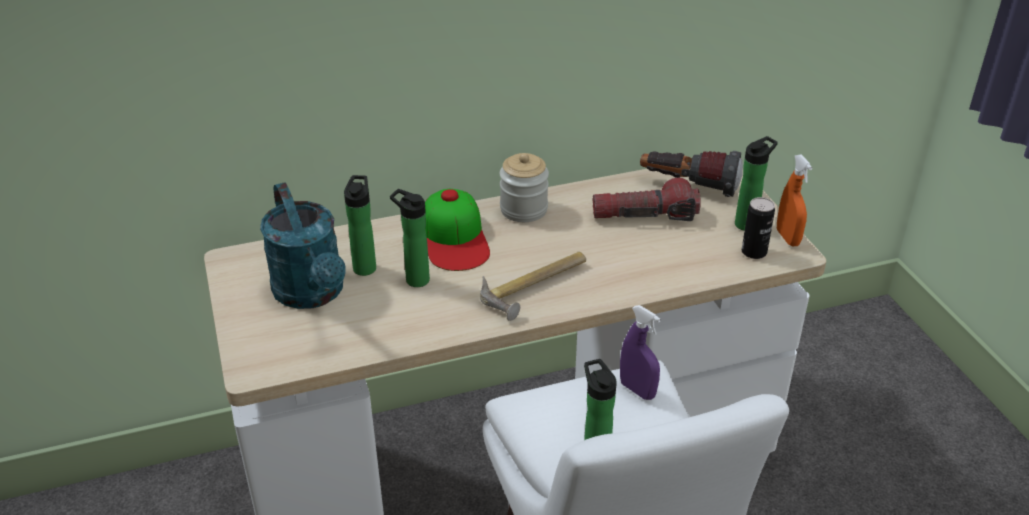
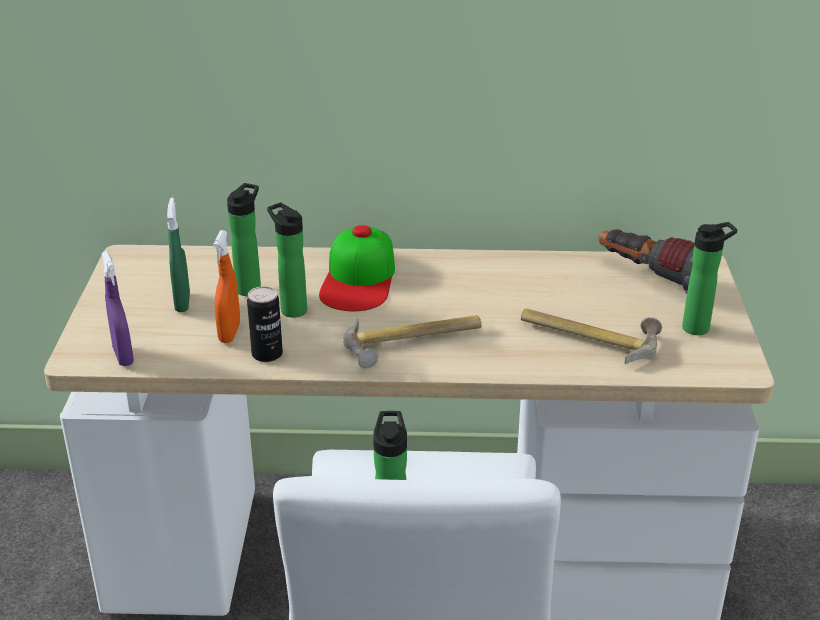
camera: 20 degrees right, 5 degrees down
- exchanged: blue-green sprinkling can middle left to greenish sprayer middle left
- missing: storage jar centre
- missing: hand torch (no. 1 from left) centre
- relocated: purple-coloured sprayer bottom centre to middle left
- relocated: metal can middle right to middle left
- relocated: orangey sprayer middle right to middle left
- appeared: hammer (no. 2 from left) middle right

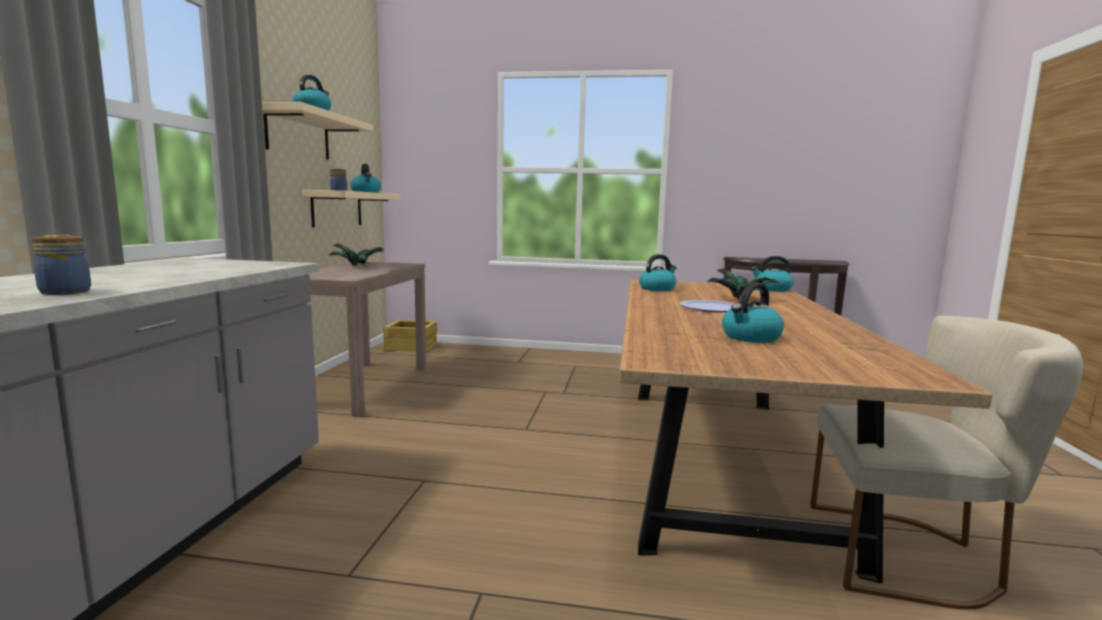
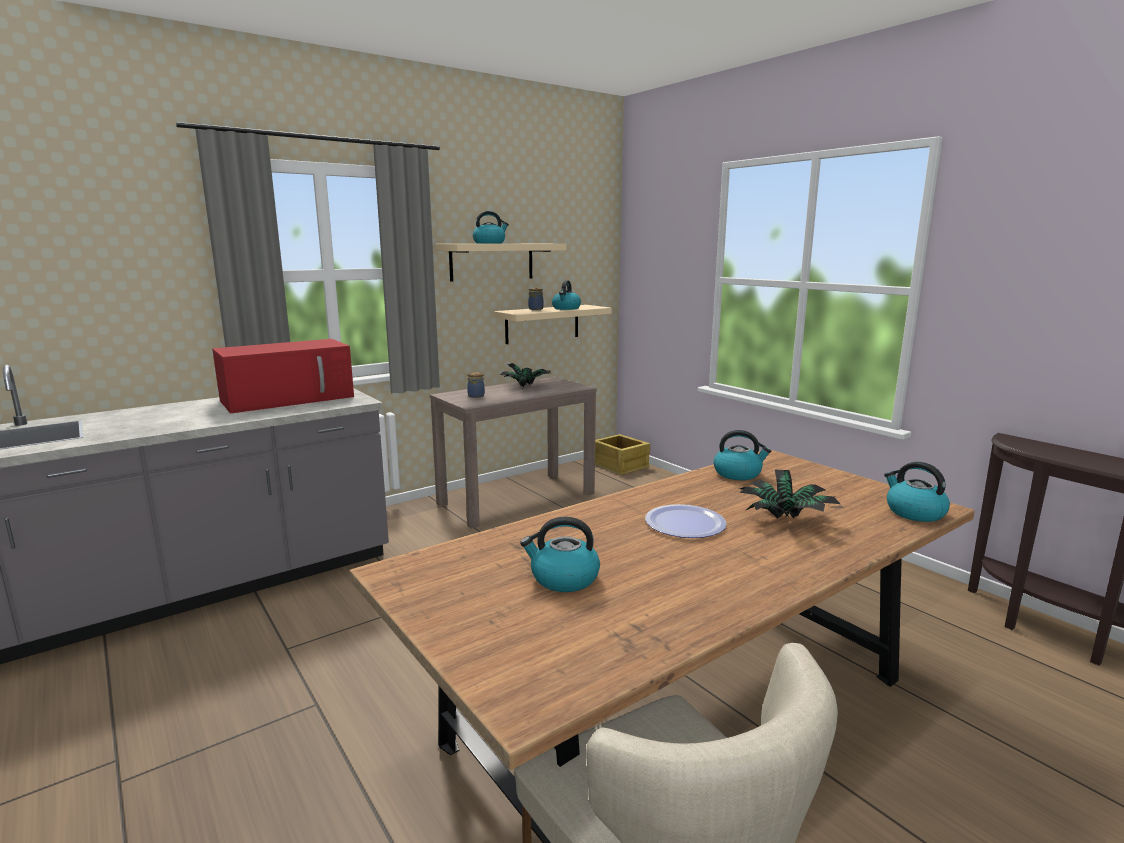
camera: 45 degrees right, 5 degrees up
- relocated: storage jar (no. 1 from left) middle left to centre
- appeared: red-coloured kitchen microwave middle left

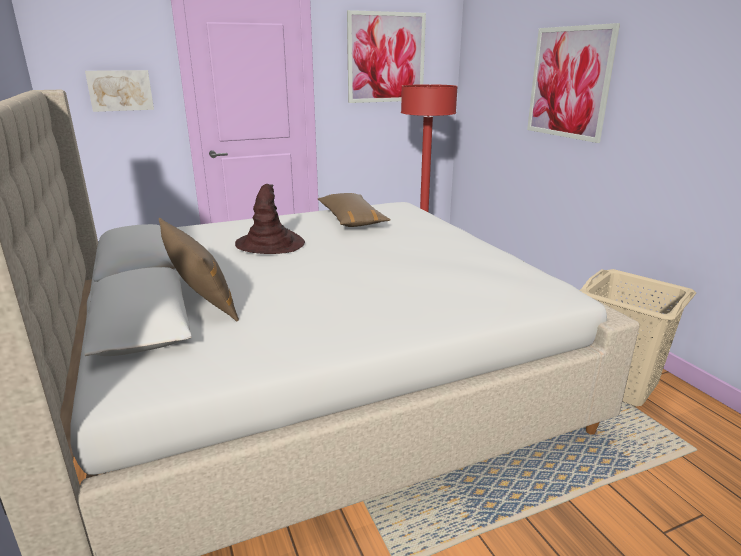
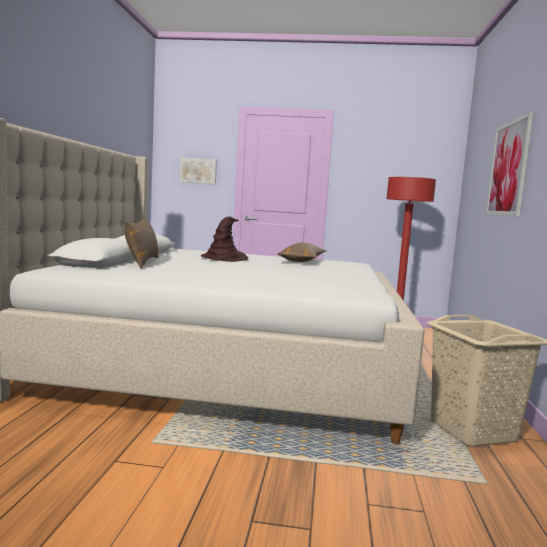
camera: 30 degrees right, 15 degrees down
- missing: picture (no. 2 from left) top centre

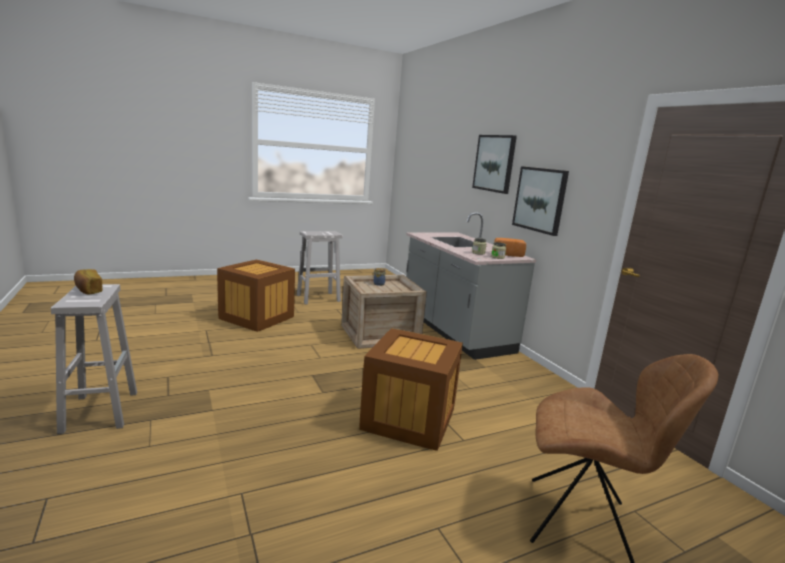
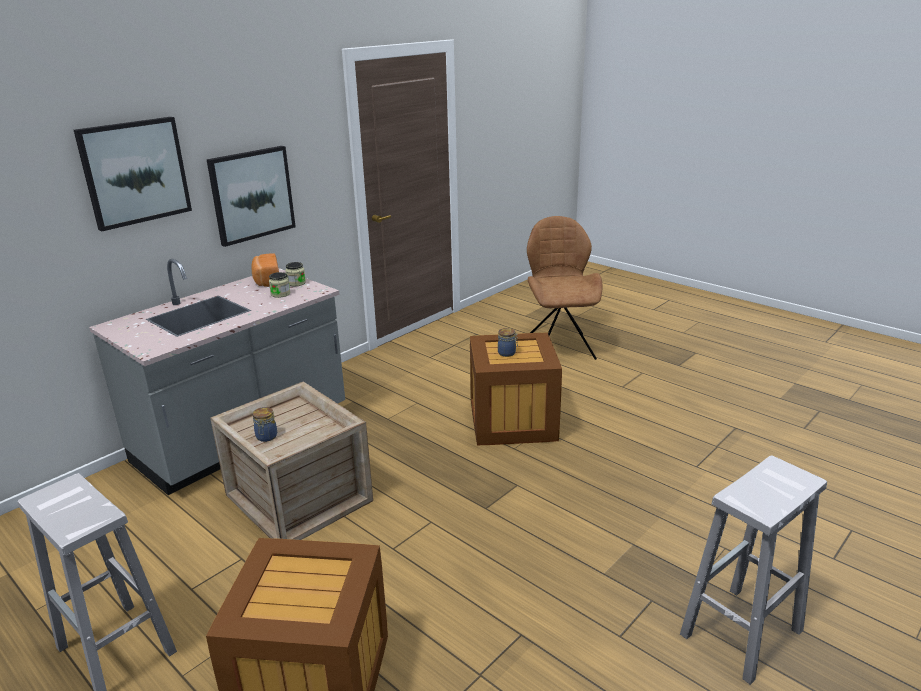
camera: 110 degrees left, 10 degrees up
- missing: bakery bread (no. 1 from left) middle left
- appeared: storage jar (no. 4 from left) centre

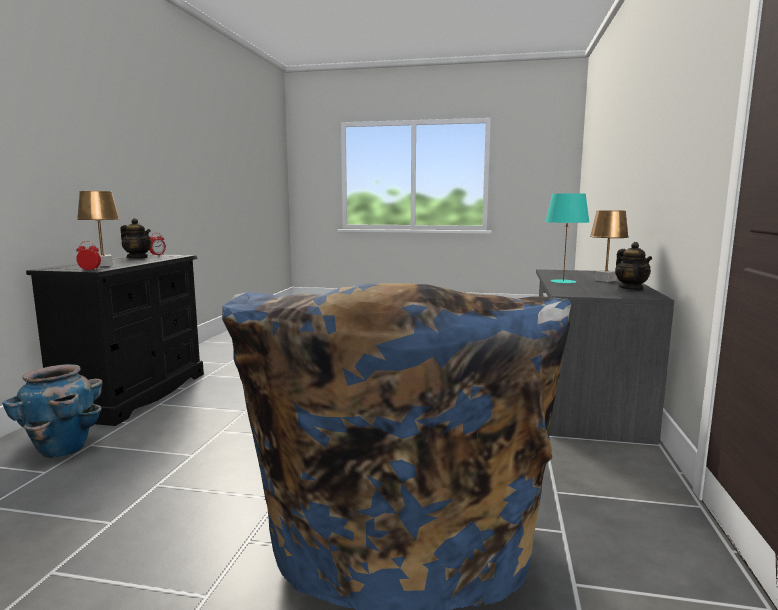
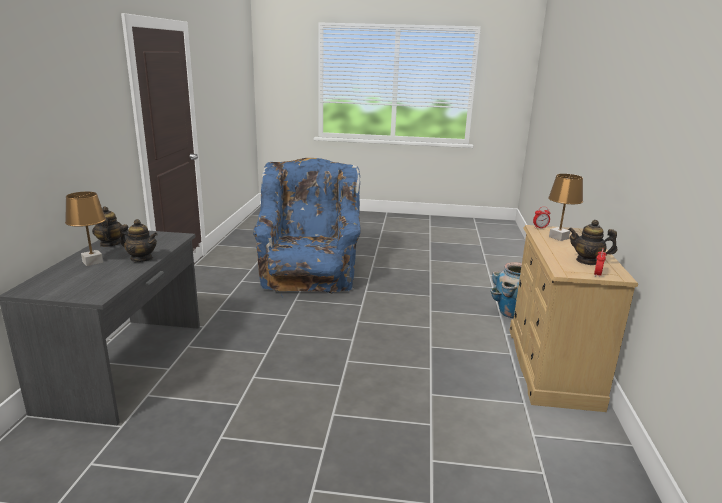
camera: 175 degrees right, 10 degrees up
- colour: blackish dresser middle left to beige dresser middle right
- exchanged: blue-green tabletop lamp middle right to tea pot (no. 2 from left) middle left

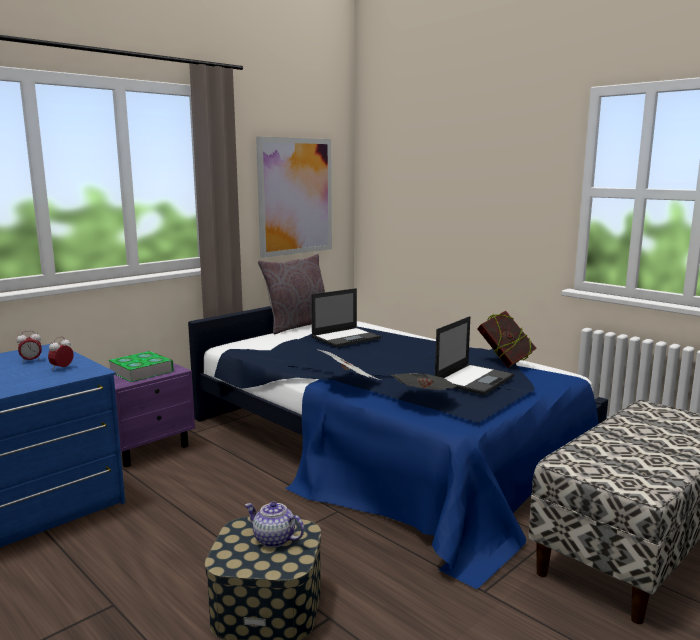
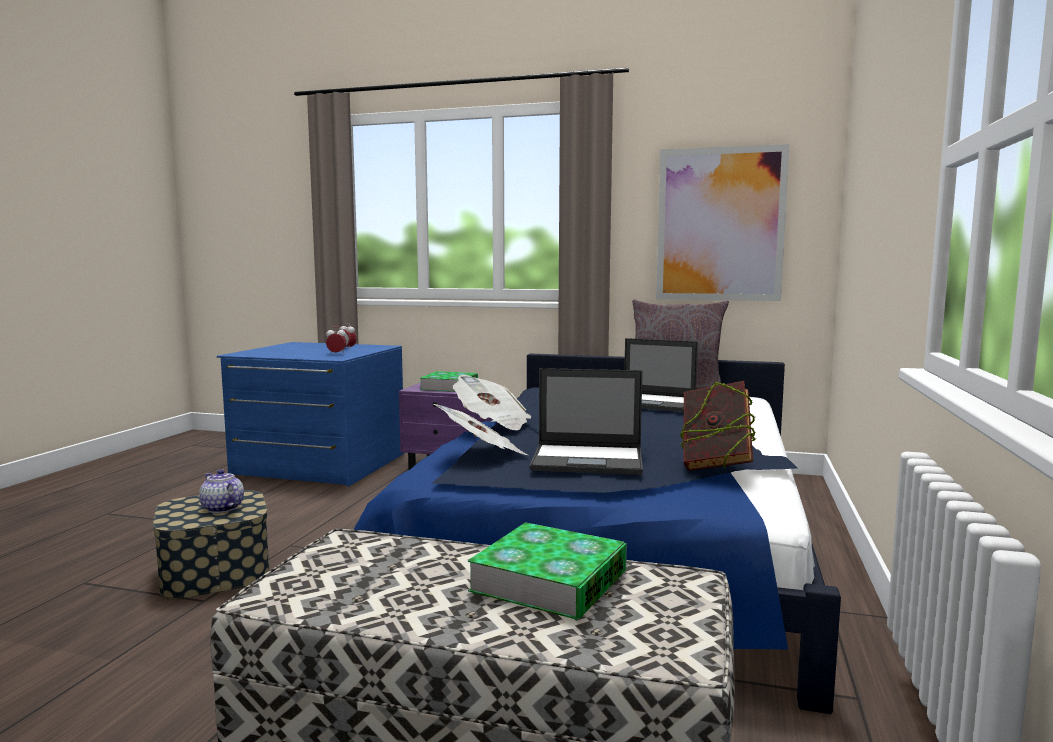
camera: 60 degrees right, 5 degrees down
- spun: tea pot bottom centre = middle left 45 degrees counterclockwise
- appeared: volume (no. 2 from left) bottom centre

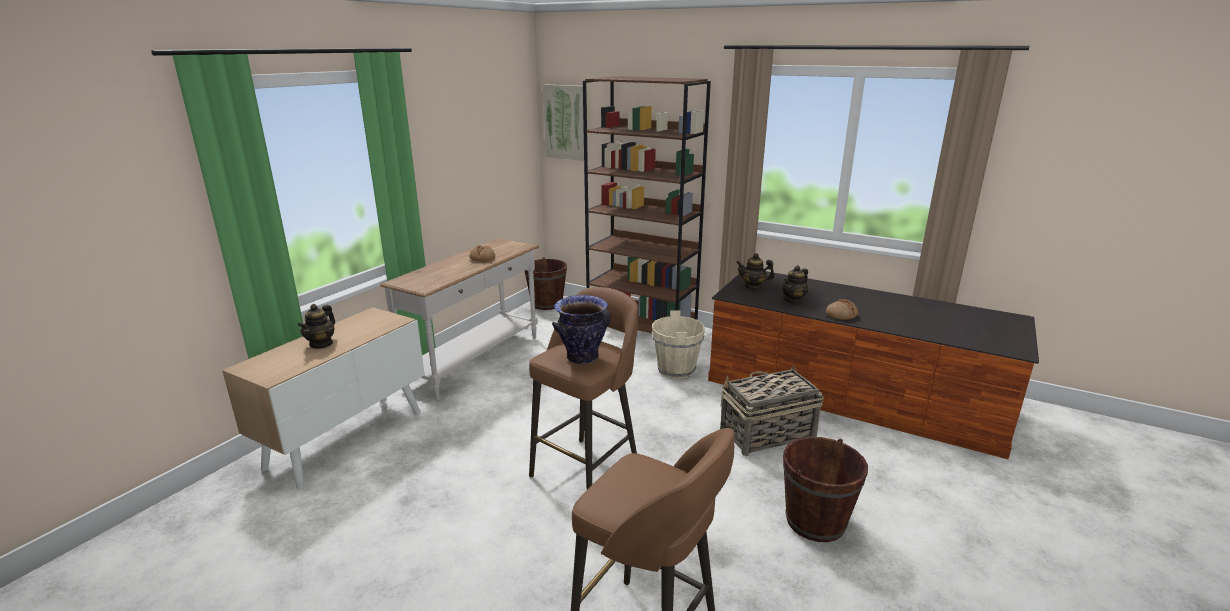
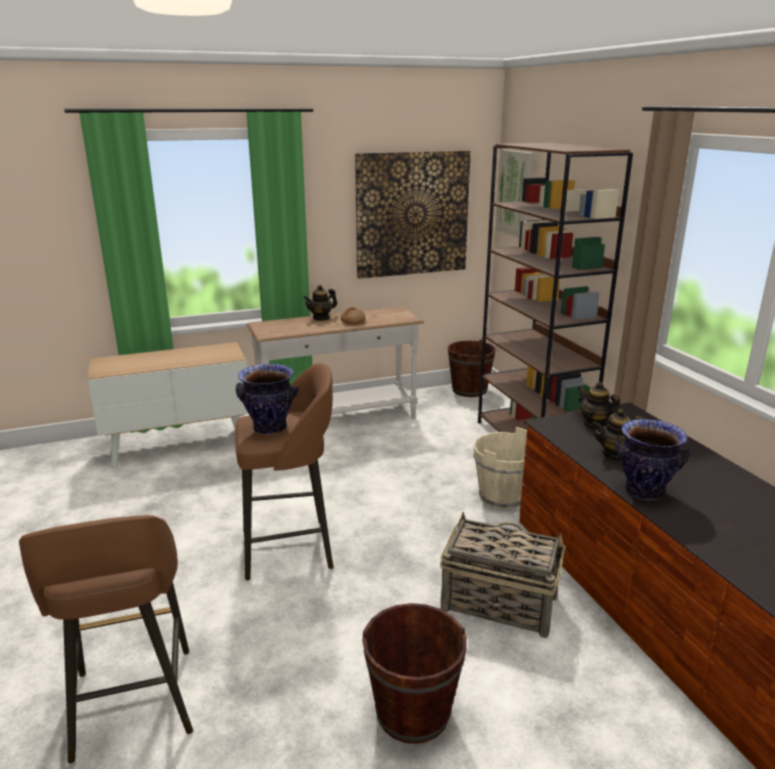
camera: 40 degrees right, 0 degrees up
- relocated: tea pot (no. 1 from left) middle left to centre
- exchanged: bakery bread (no. 2 from left) middle right to decorative vase (no. 2 from left) middle right
- appeared: picture (no. 1 from left) top centre

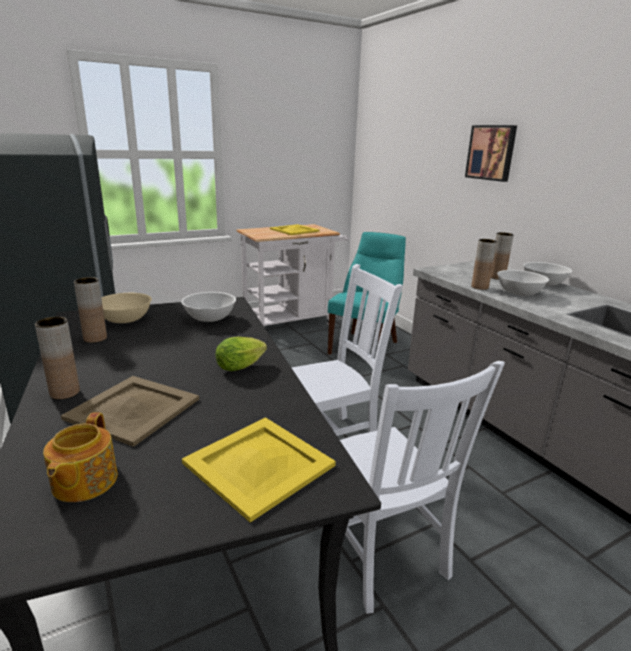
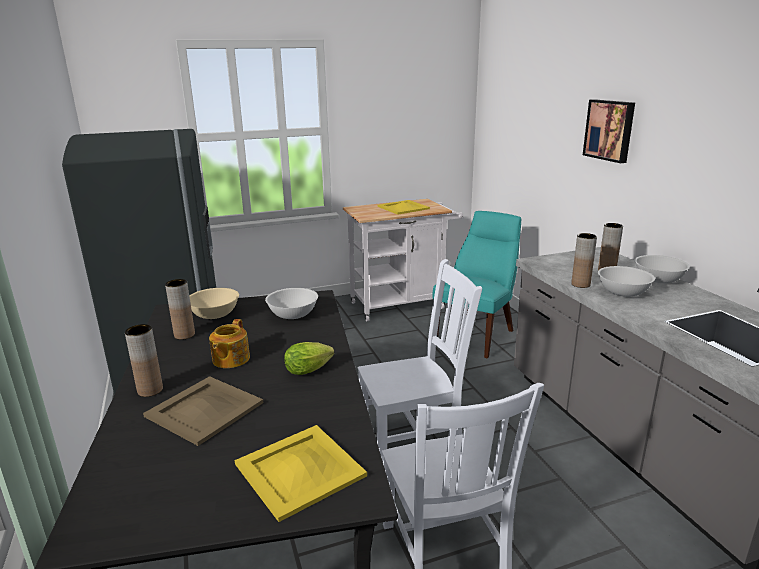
camera: 10 degrees right, 0 degrees up
- relocated: tea pot bottom left to middle left

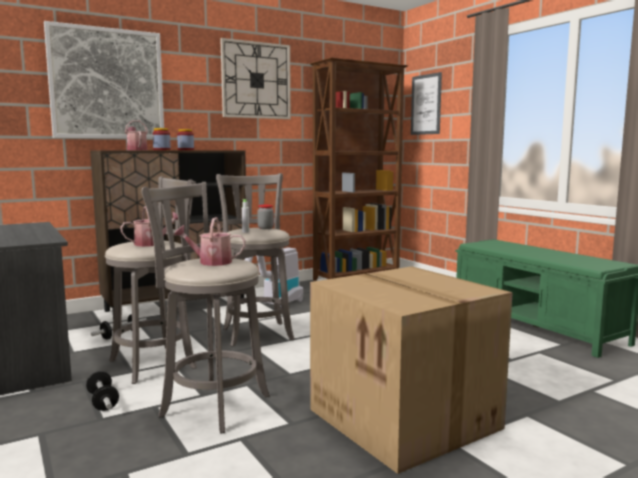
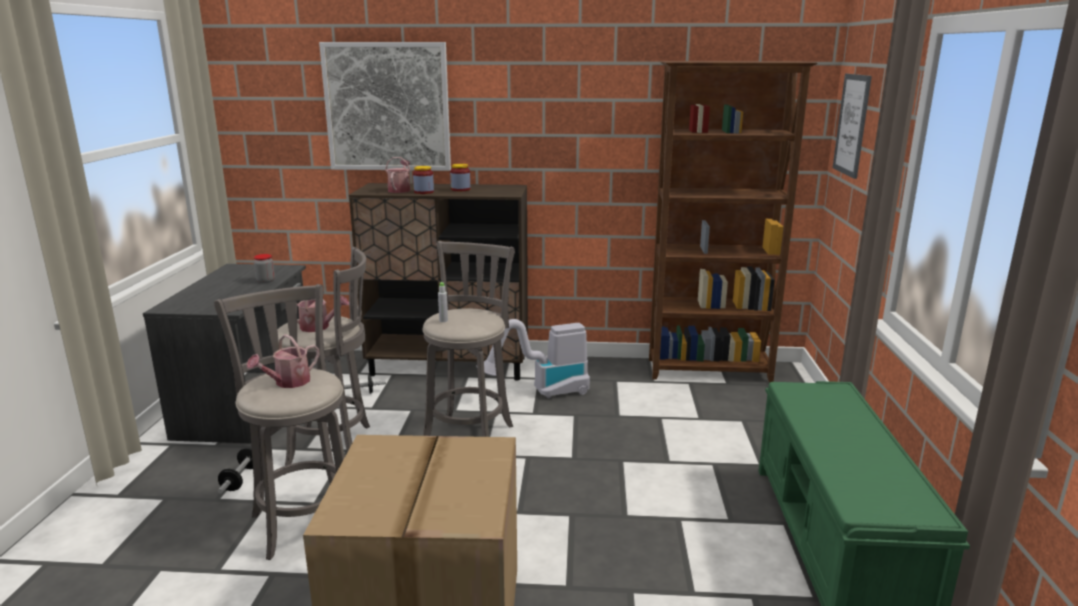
camera: 35 degrees right, 10 degrees up
- spun: sprinkling can (no. 3 from left in the first image) middle left = middle left 90 degrees counterclockwise
- missing: clock on the wall top centre
- relocated: storage jar (no. 3 from left in the first image) centre to storage jar (no. 1 from left) middle left

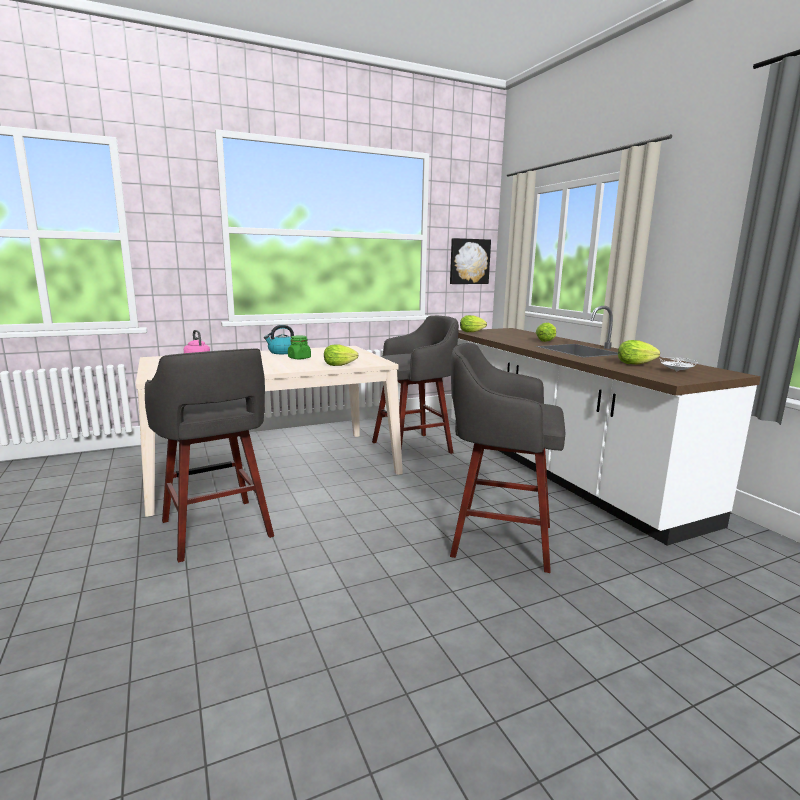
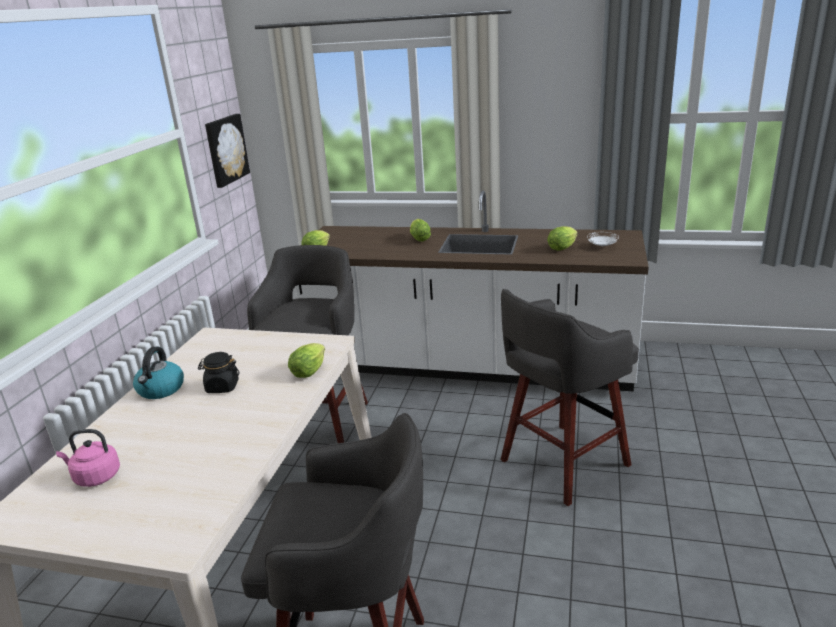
camera: 50 degrees left, 10 degrees up
- colour: greenish storage jar centre to blackish storage jar middle left

